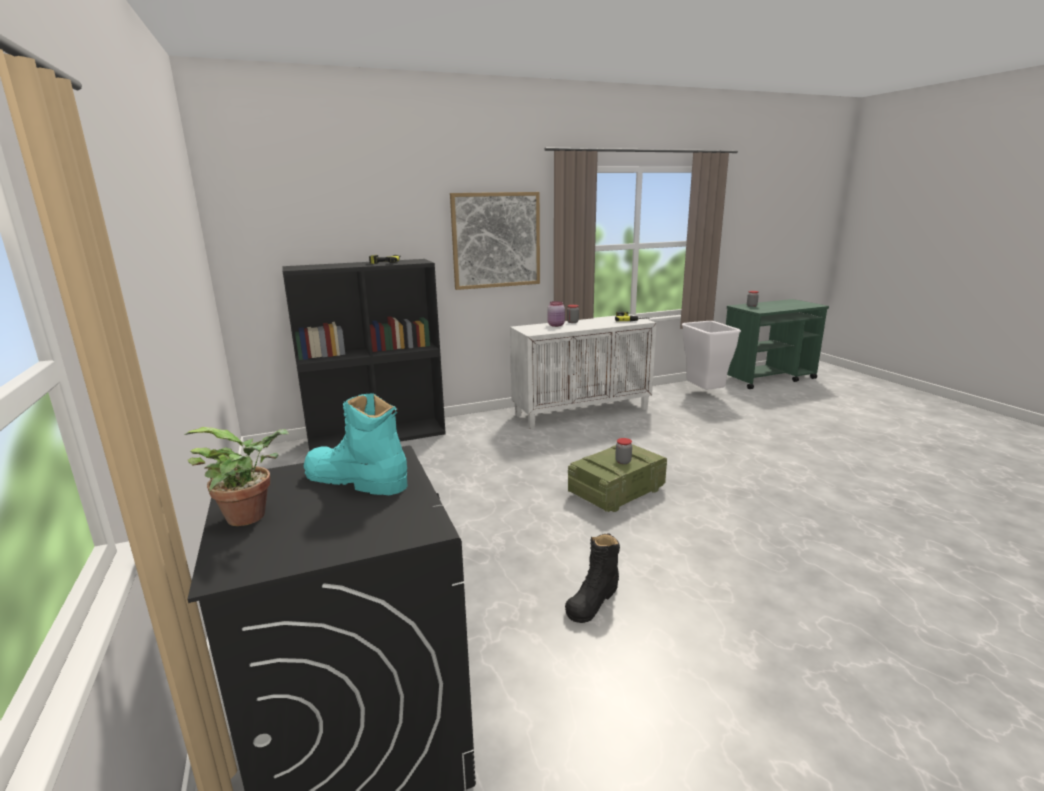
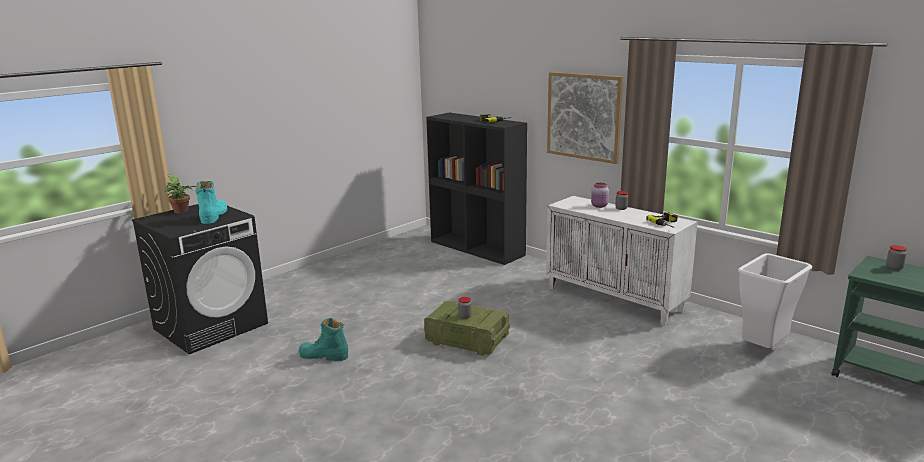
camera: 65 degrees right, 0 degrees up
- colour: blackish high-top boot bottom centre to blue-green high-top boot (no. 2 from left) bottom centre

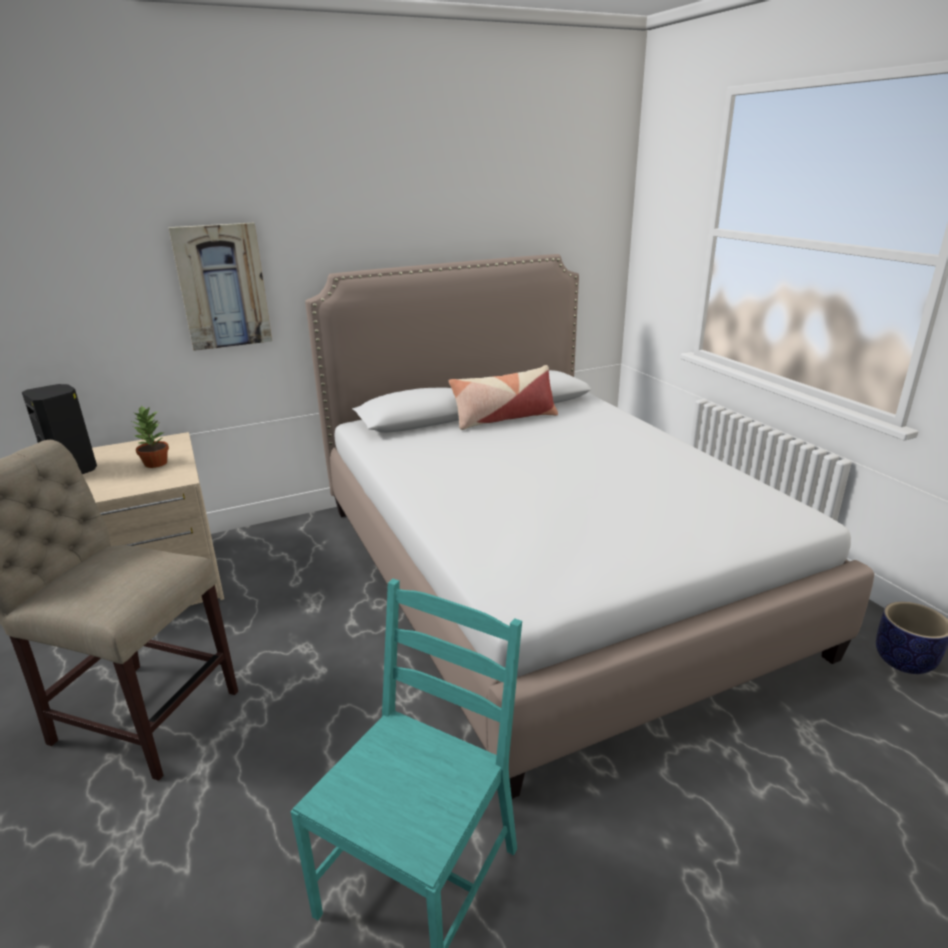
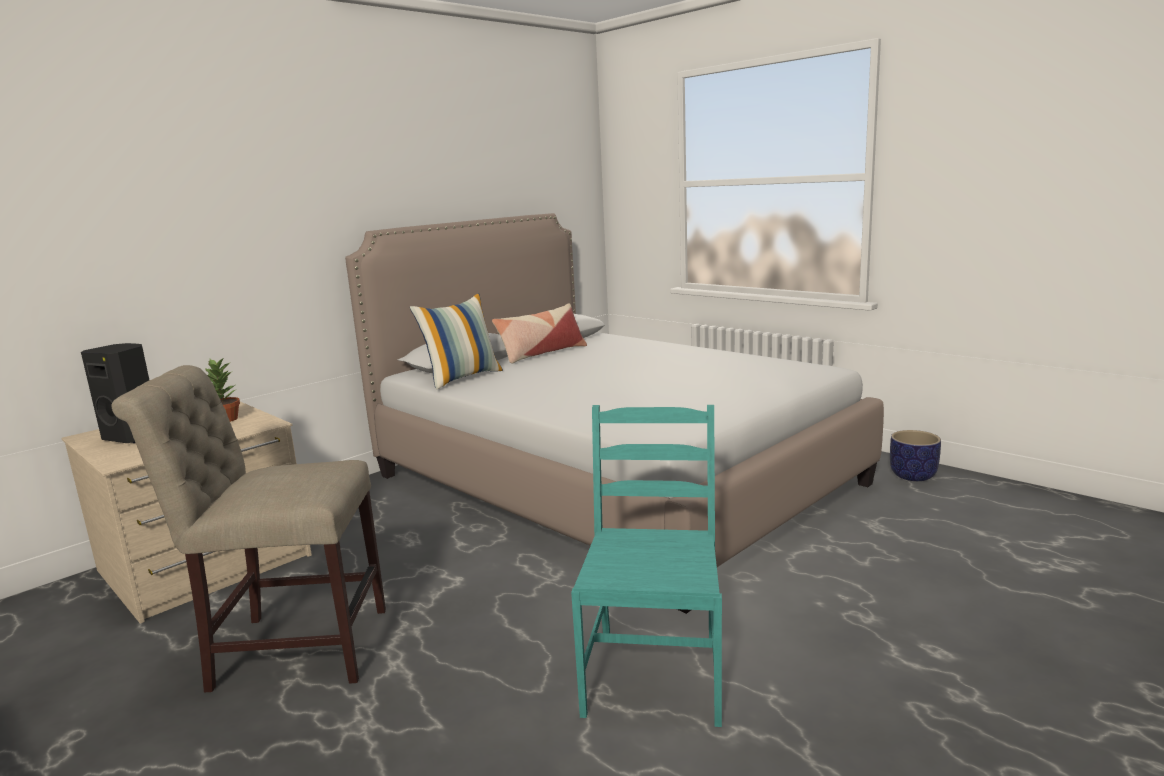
camera: 20 degrees left, 10 degrees down
- missing: picture top left
- appeared: pillow (no. 1 from left) centre

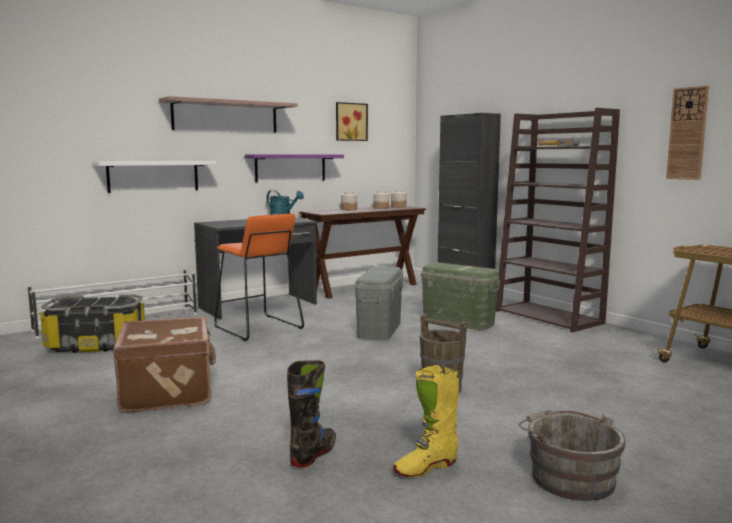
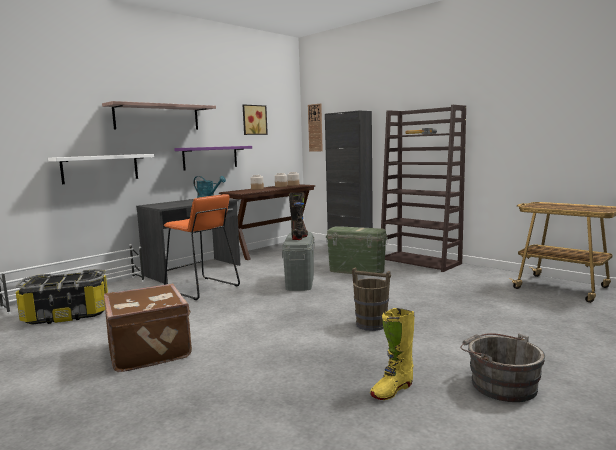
camera: 10 degrees left, 0 degrees up
- relocated: blackish high-top boot bottom centre to centre
- relocated: clock on the wall top right to top centre

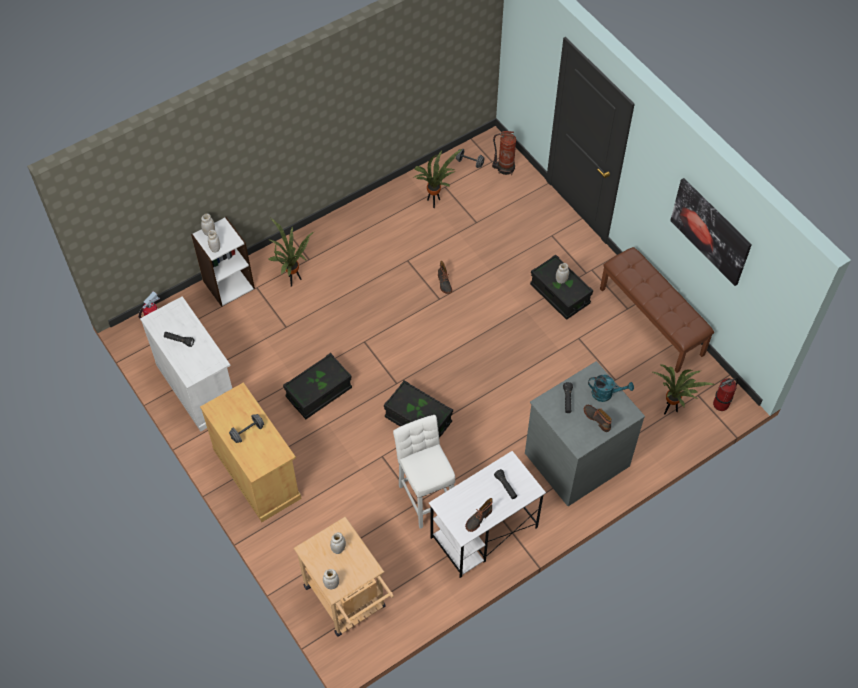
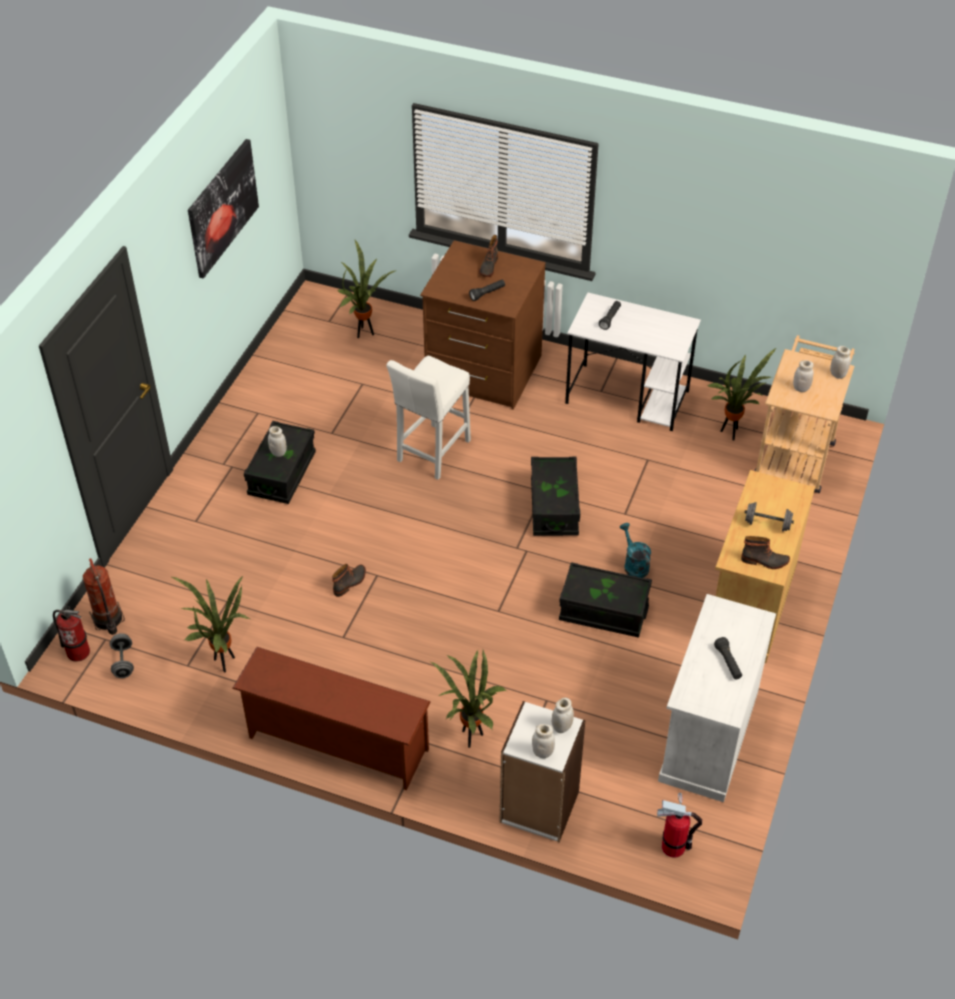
camera: 125 degrees left, 10 degrees down
- relocated: whitish stool seat bottom centre to centre
- relocated: high-top boot (no. 2 from left in the first image) bottom centre to high-top boot (no. 3 from left) middle right
- colour: gray dresser middle right to brown-coloured dresser top centre
- relocated: blue-green sprinkling can middle right to centre
- missing: brown-coloured long seat middle right
- relocated: extinguisher (no. 3 from left in the first image) middle right to extinguisher (no. 1 from left) middle left
- appeared: brown-coloured shoe stand bottom centre
- appeared: plant in a pot (no. 4 from left) middle right

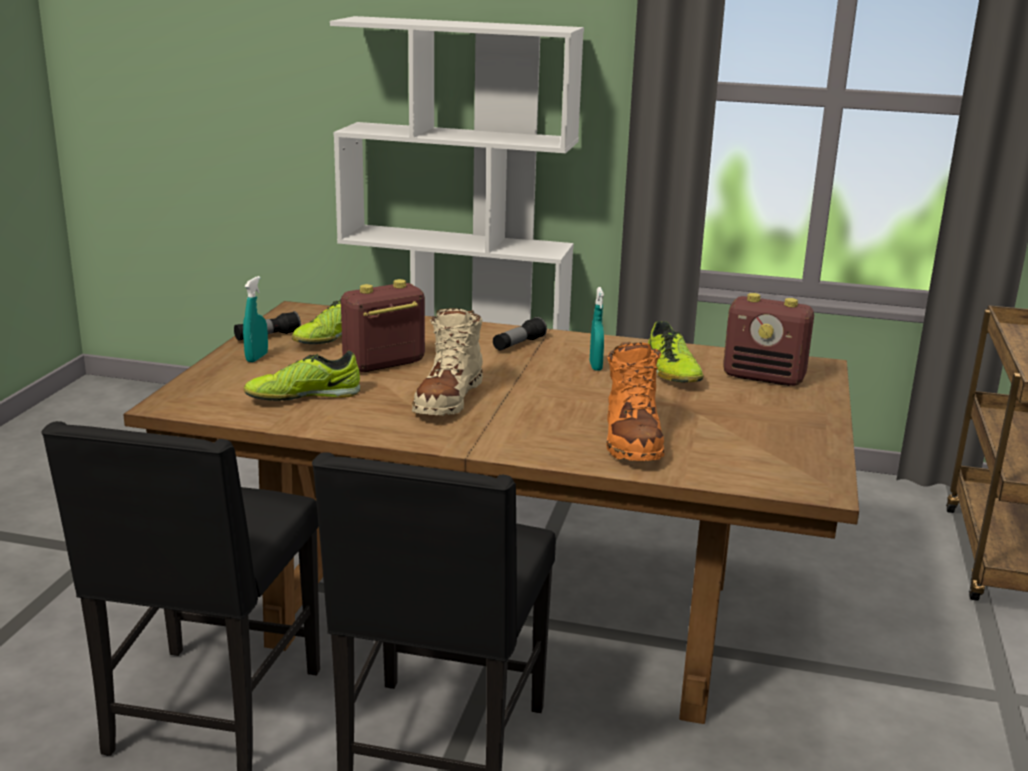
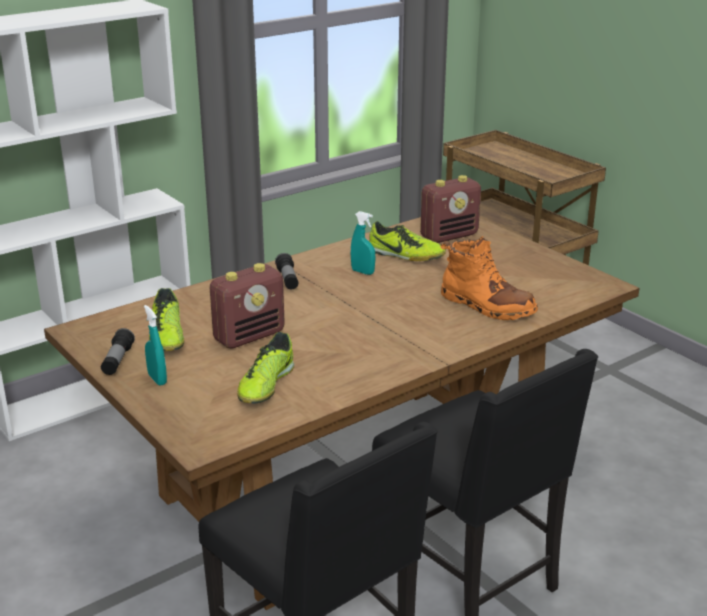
camera: 50 degrees left, 5 degrees up
- spun: radio receiver (no. 1 from left) centre = centre 135 degrees counterclockwise
- missing: beige high-top boot centre

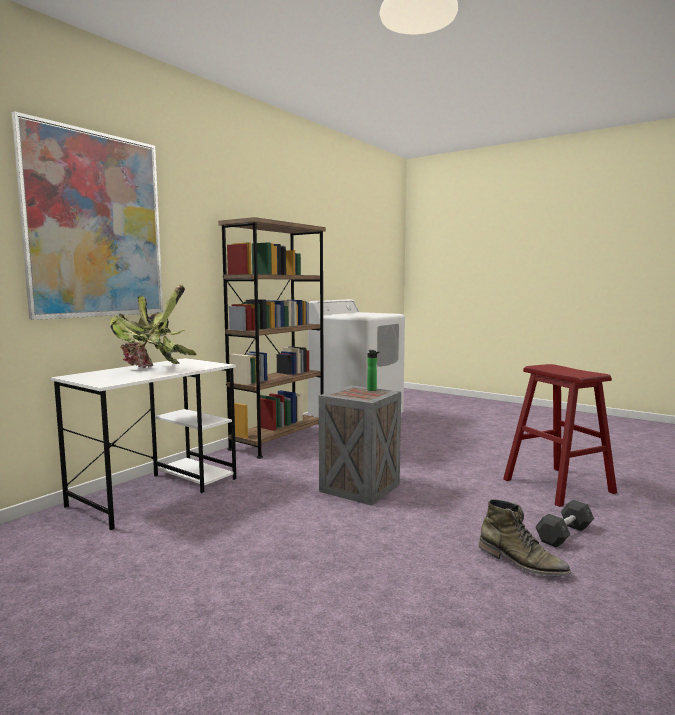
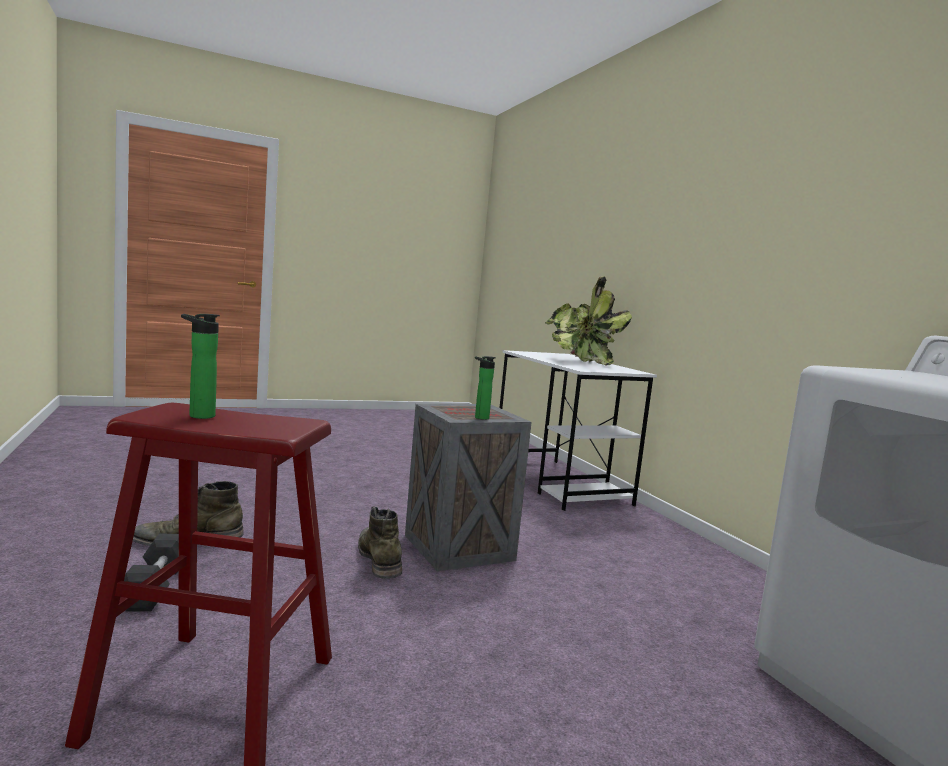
camera: 120 degrees right, 0 degrees up
- missing: picture top left
- missing: brown-coloured bookcase centre
- appeared: drink bottle (no. 1 from left) middle left
- appeared: greenish high-top boot (no. 2 from left) bottom centre

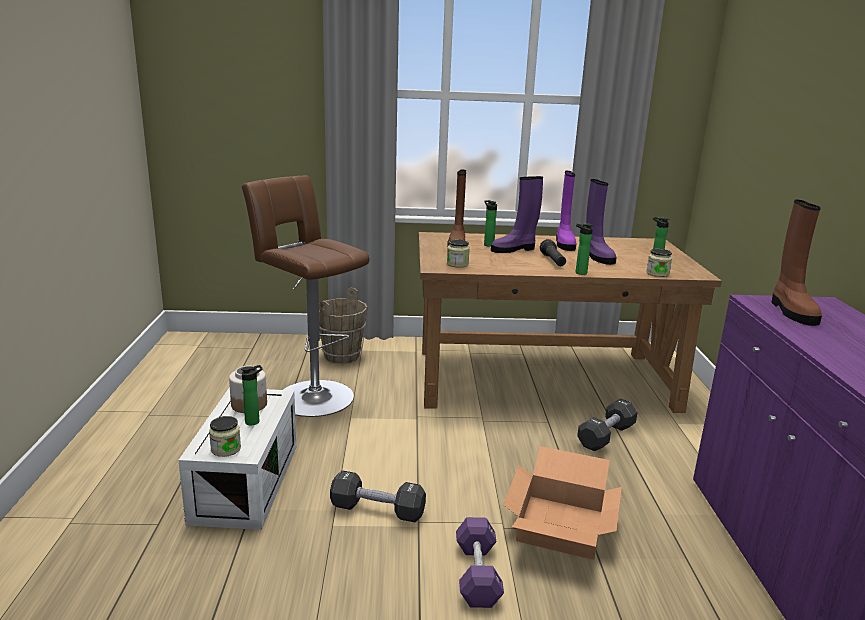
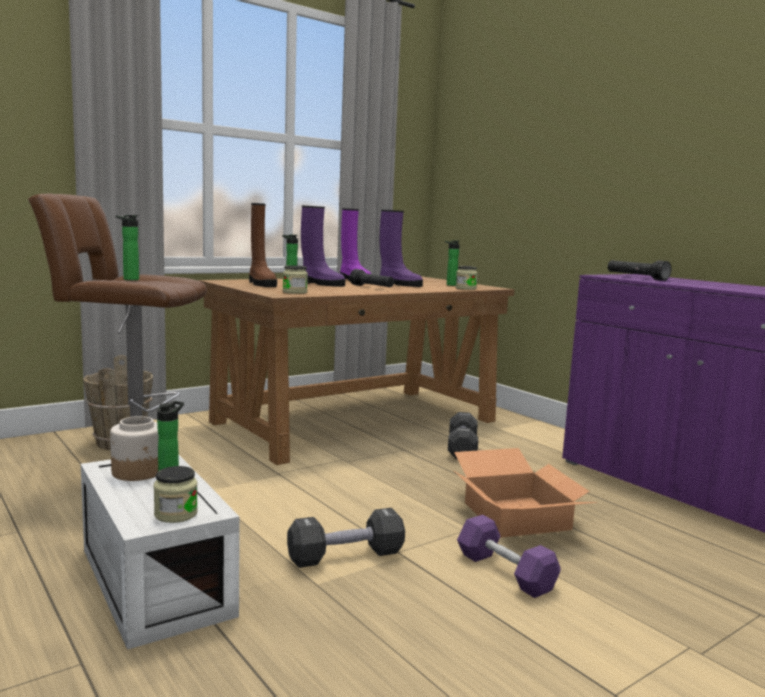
camera: 35 degrees left, 10 degrees down
- spun: purple-coloured high-top boot (no. 1 from left) centre = centre 90 degrees counterclockwise
- relocated: drink bottle (no. 3 from left in the first image) middle right to drink bottle (no. 1 from left) middle left
- exchanged: brown-coloured high-top boot (no. 2 from left) middle right to blackish hand torch (no. 2 from left) middle right

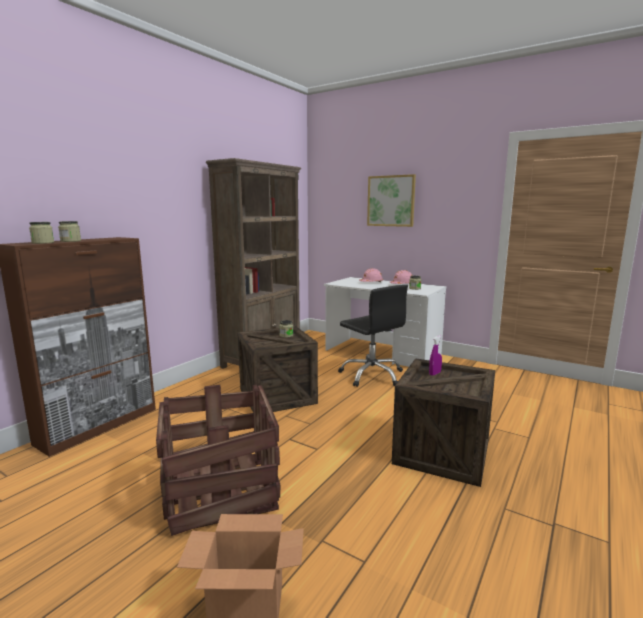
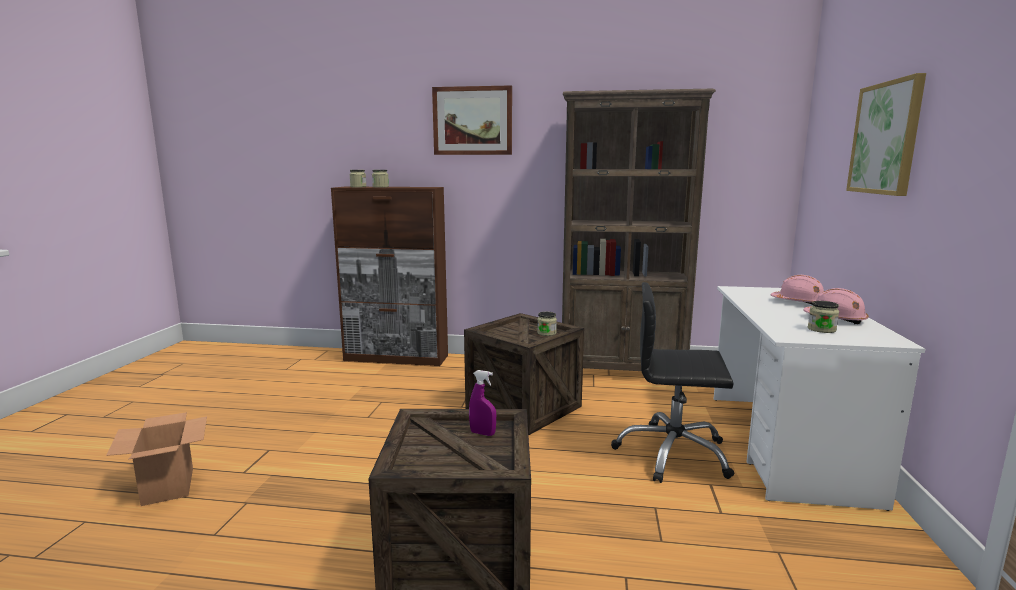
camera: 65 degrees right, 0 degrees up
- missing: packing crate (no. 1 from left) bottom centre
- spun: blackish computer chair centre = centre 75 degrees clockwise
- appeared: picture (no. 1 from left) top centre

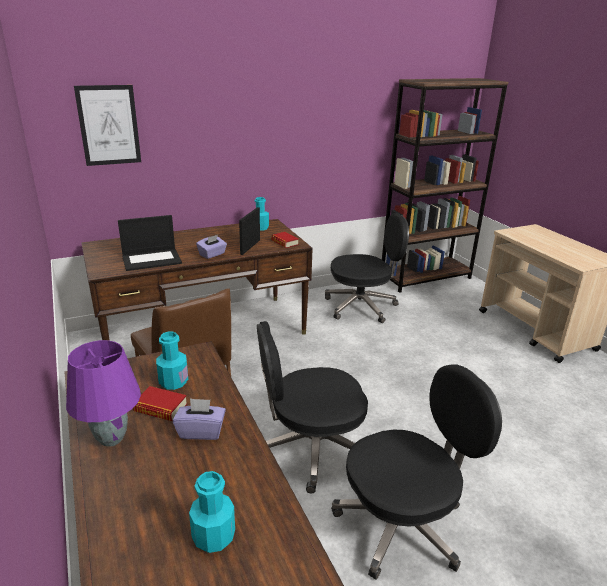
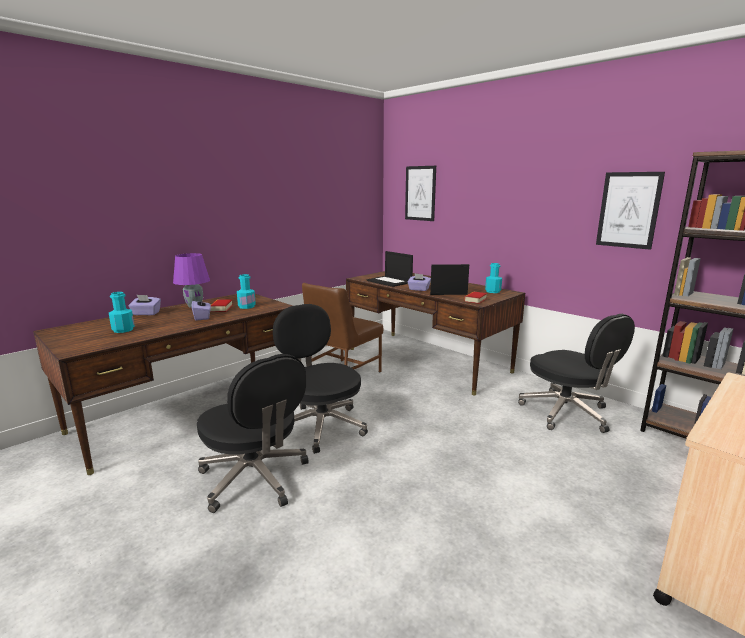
camera: 70 degrees right, 10 degrees down
- appeared: purple-coloured tissue box (no. 1 from left) middle left
- appeared: picture (no. 2 from left) top right

